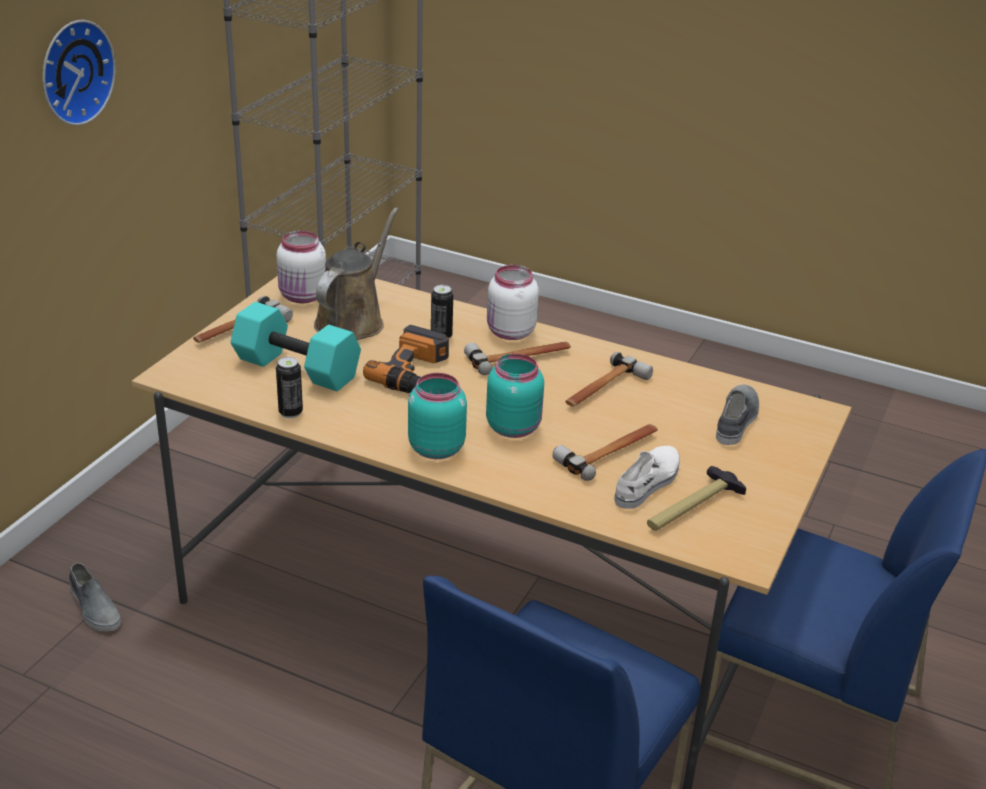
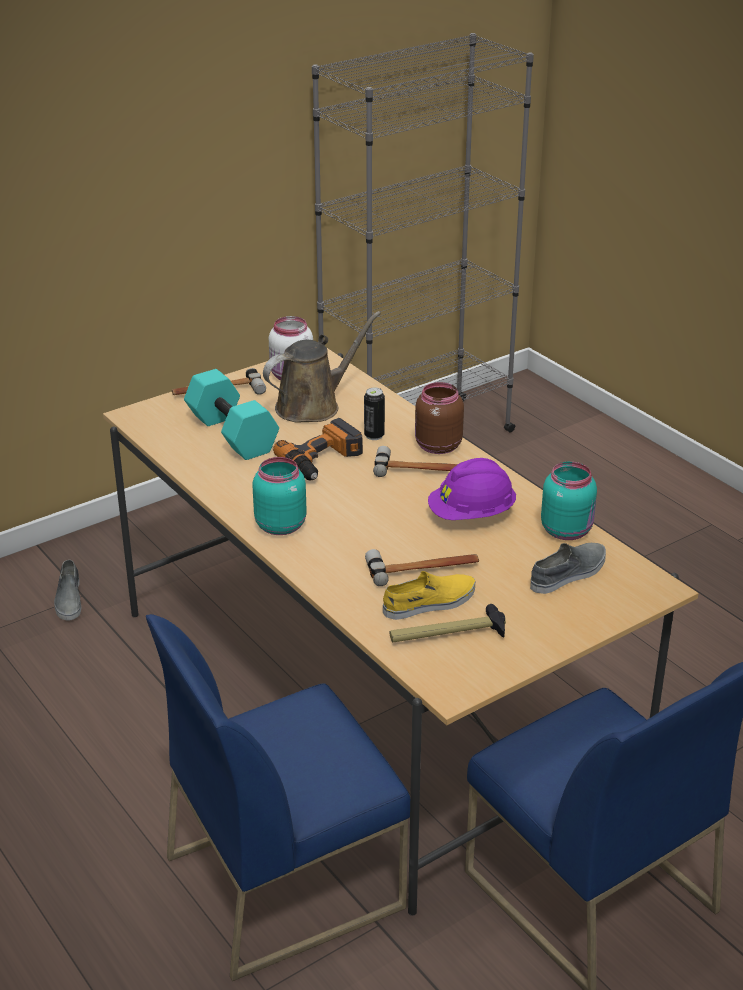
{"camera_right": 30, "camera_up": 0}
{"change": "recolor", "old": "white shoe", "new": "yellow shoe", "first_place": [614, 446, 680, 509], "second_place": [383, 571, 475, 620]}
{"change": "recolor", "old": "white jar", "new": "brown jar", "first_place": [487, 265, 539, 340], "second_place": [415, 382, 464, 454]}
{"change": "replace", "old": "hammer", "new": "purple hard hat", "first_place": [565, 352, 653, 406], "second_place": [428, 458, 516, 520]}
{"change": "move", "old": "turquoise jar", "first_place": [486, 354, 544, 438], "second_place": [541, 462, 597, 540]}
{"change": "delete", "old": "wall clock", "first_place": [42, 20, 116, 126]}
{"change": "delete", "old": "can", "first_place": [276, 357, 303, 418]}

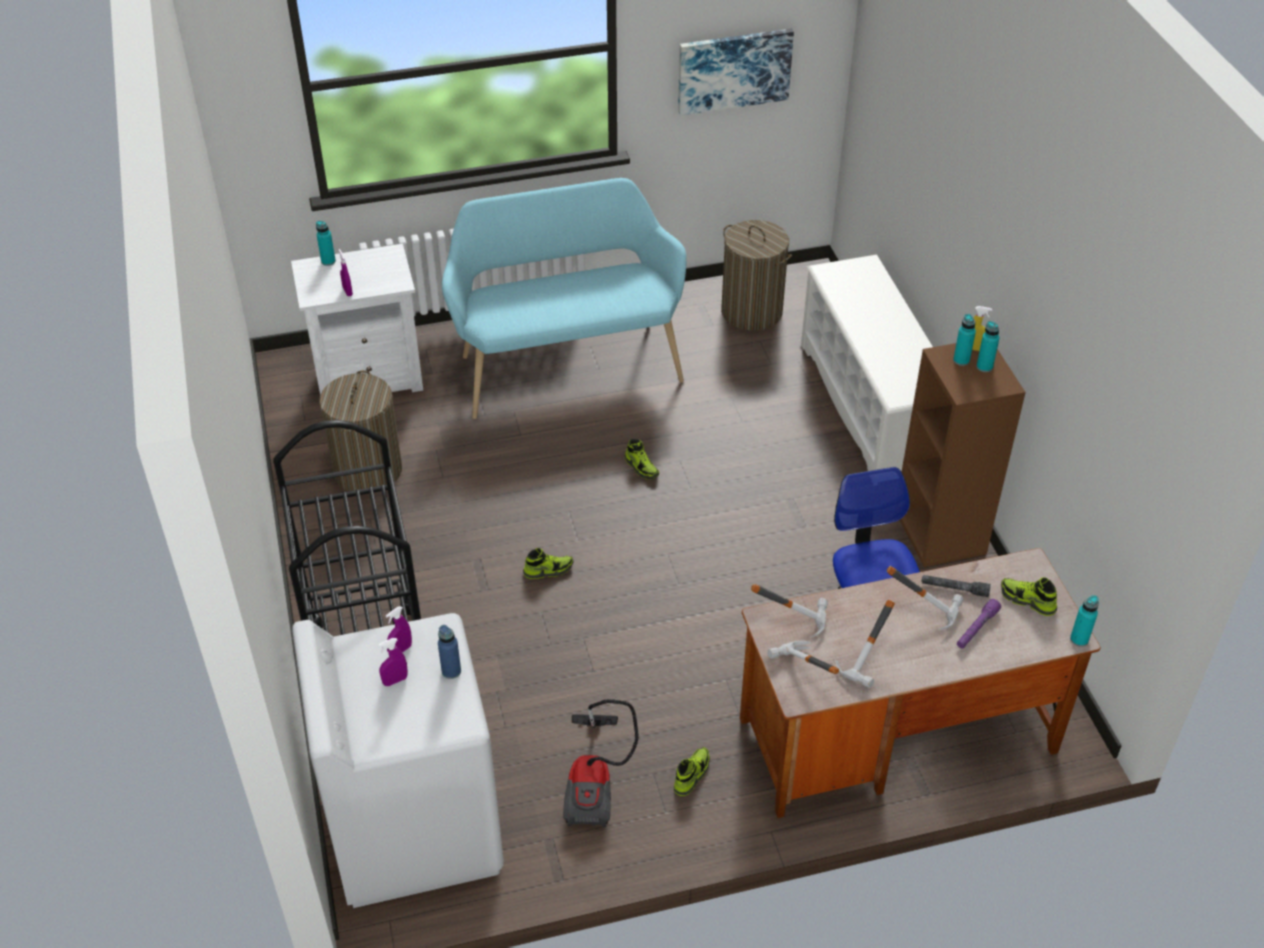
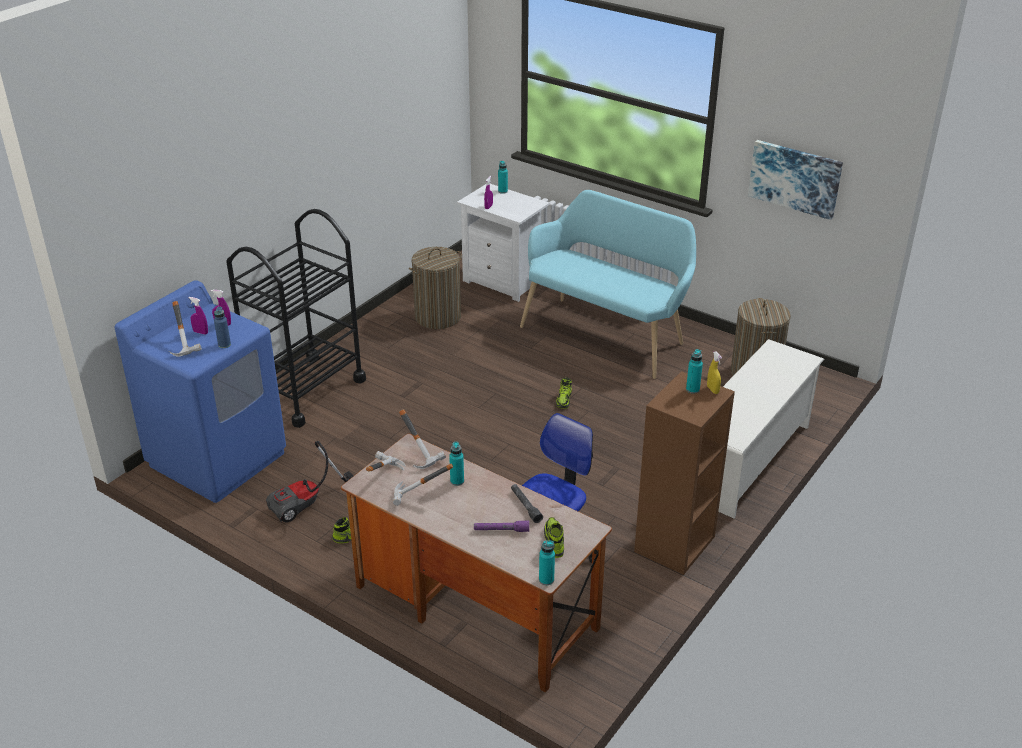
{"camera_right": 50, "camera_up": -10}
{"change": "recolor", "old": "white washing machine", "new": "blue washing machine", "first_place": [292, 613, 504, 908], "second_place": [115, 280, 286, 503]}
{"change": "move", "old": "hammer", "first_place": [887, 566, 964, 630], "second_place": [169, 301, 202, 357]}
{"change": "move", "old": "turquoise bottle", "first_place": [976, 321, 1000, 372], "second_place": [449, 442, 464, 486]}
{"change": "delete", "old": "shoe", "first_place": [523, 548, 573, 579]}

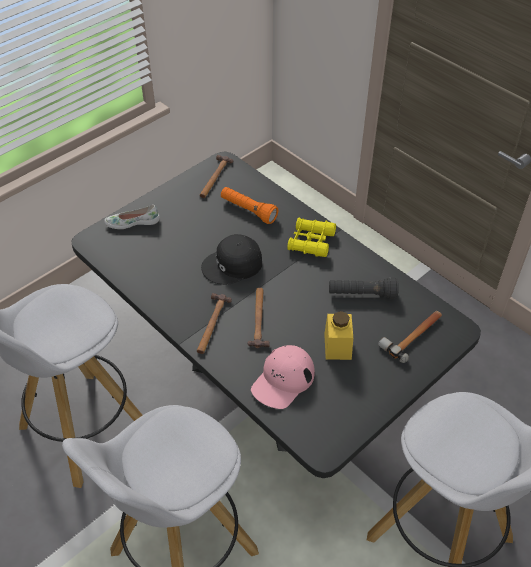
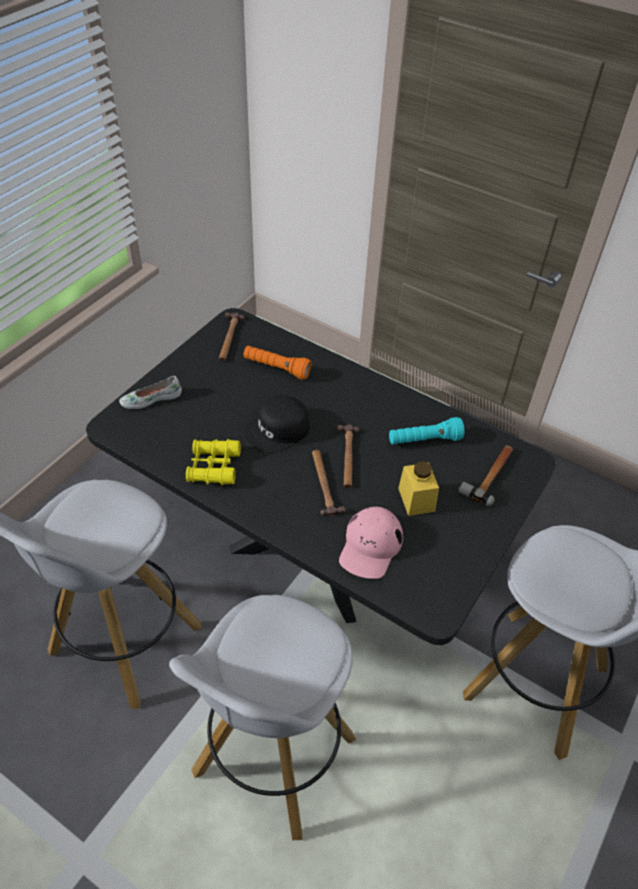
{"camera_right": -15, "camera_up": 0}
{"change": "move", "old": "yellow binoculars", "first_place": [287, 218, 336, 257], "second_place": [186, 439, 241, 485]}
{"change": "move", "old": "hammer", "first_place": [197, 293, 232, 354], "second_place": [337, 424, 359, 488]}
{"change": "recolor", "old": "black flashlight", "new": "turquoise flashlight", "first_place": [329, 277, 399, 299], "second_place": [389, 417, 464, 445]}

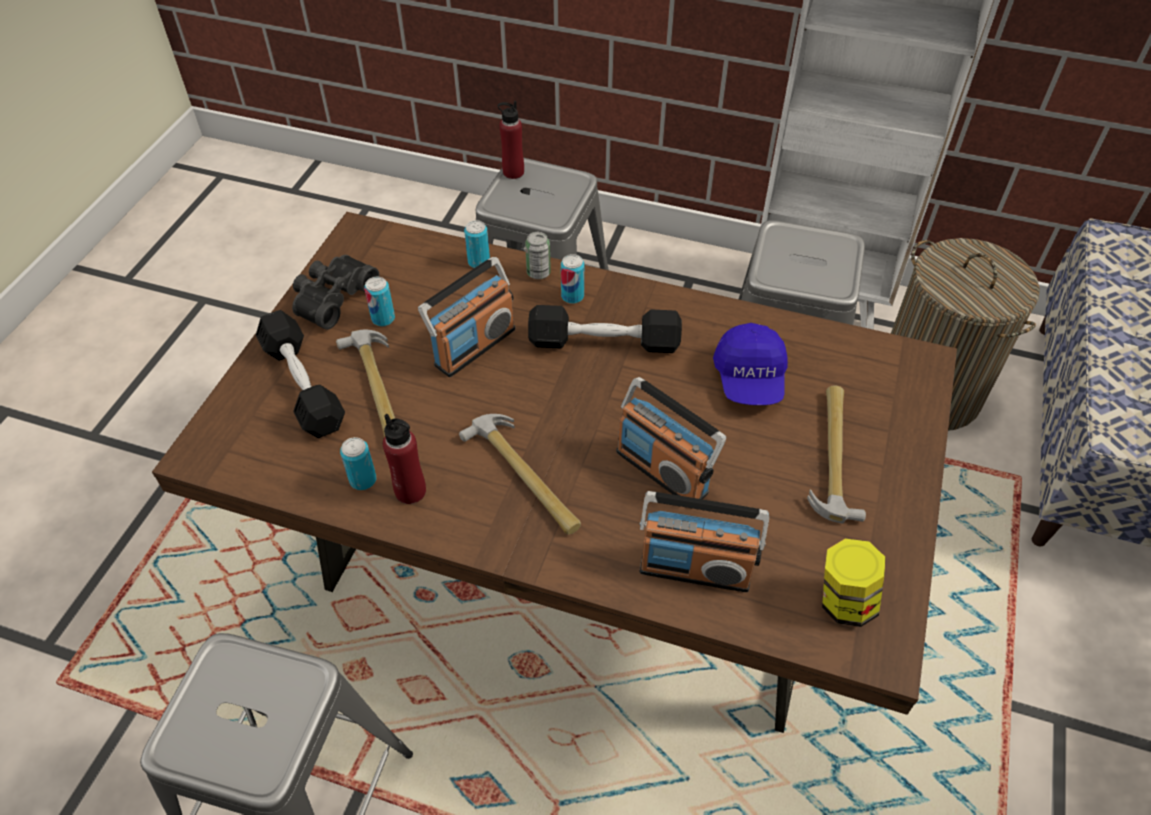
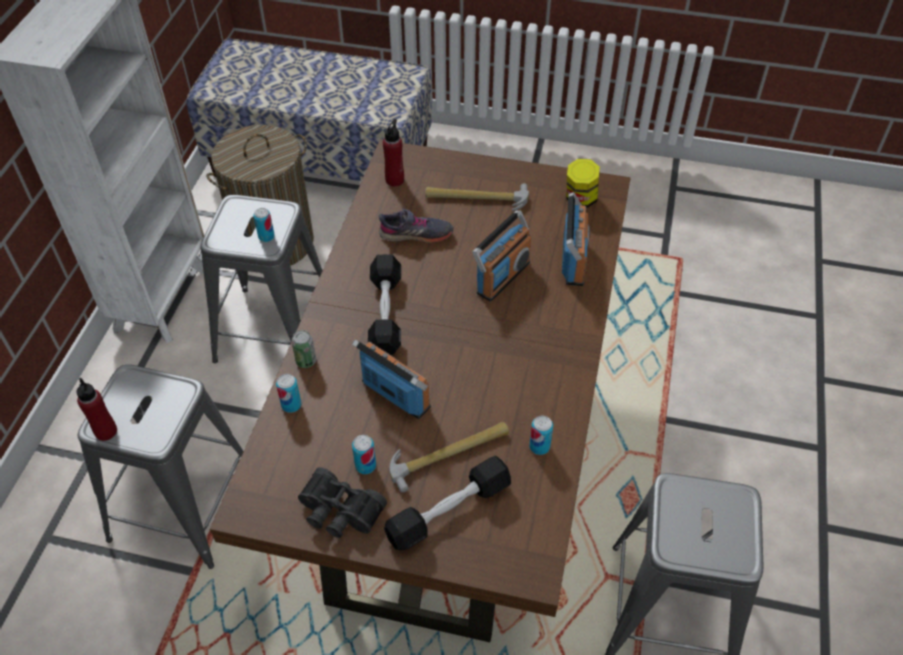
{"camera_right": -95, "camera_up": 0}
{"change": "move", "old": "can", "first_place": [561, 254, 584, 304], "second_place": [254, 208, 275, 242]}
{"change": "replace", "old": "blue cap", "new": "grey shoe", "first_place": [713, 323, 788, 405], "second_place": [379, 208, 453, 243]}
{"change": "move", "old": "red bottle", "first_place": [383, 414, 426, 504], "second_place": [383, 119, 404, 187]}
{"change": "delete", "old": "hammer", "first_place": [459, 414, 581, 535]}

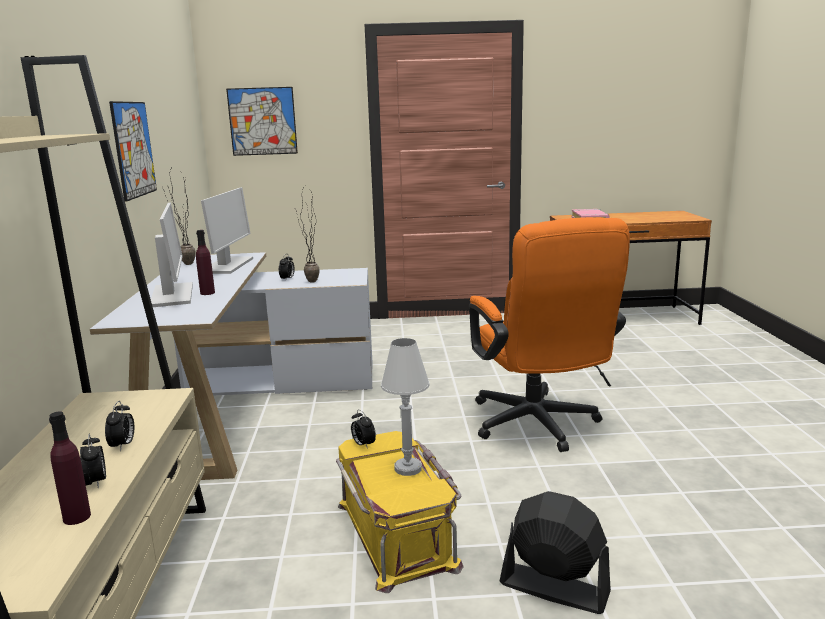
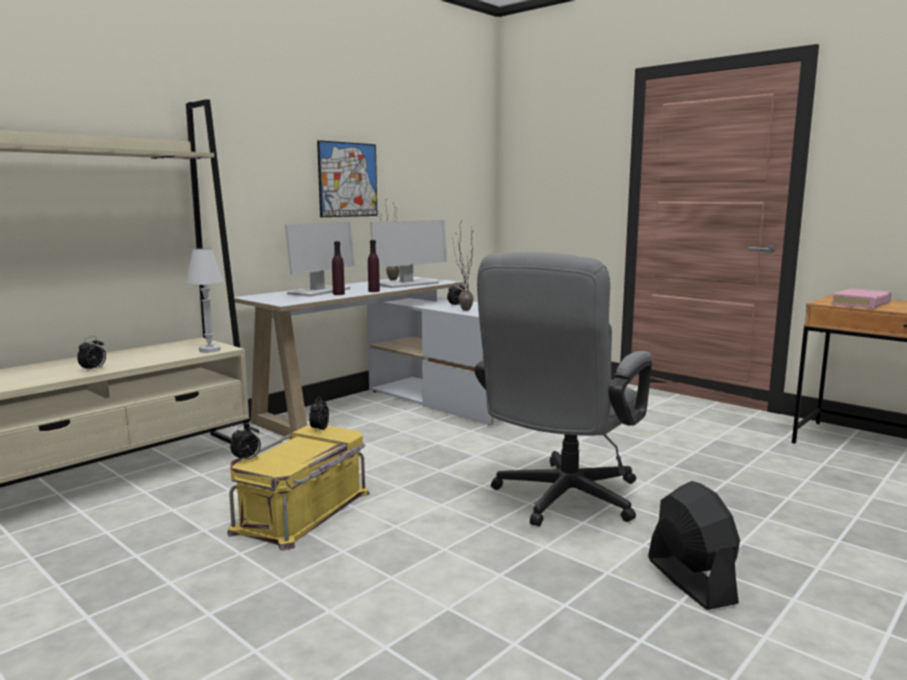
{"camera_right": 45, "camera_up": -5}
{"change": "move", "old": "white table lamp", "first_place": [381, 338, 430, 476], "second_place": [186, 248, 224, 353]}
{"change": "move", "old": "alarm clock", "first_place": [105, 401, 134, 451], "second_place": [230, 423, 261, 463]}
{"change": "move", "old": "purple bottle", "first_place": [49, 411, 91, 525], "second_place": [368, 240, 380, 292]}
{"change": "recolor", "old": "orange office chair", "new": "grey office chair", "first_place": [469, 217, 630, 452], "second_place": [474, 252, 652, 527]}
{"change": "move", "old": "black fan", "first_place": [500, 491, 611, 614], "second_place": [648, 481, 740, 610]}
{"change": "delete", "old": "picture", "first_place": [226, 87, 298, 156]}

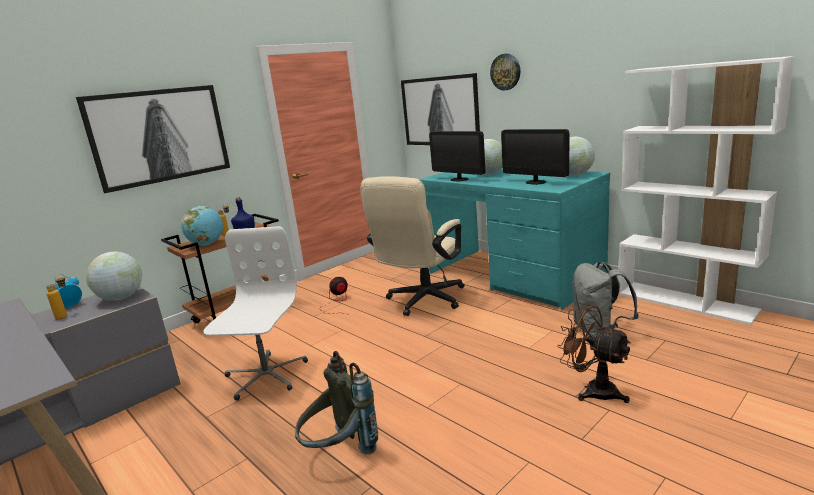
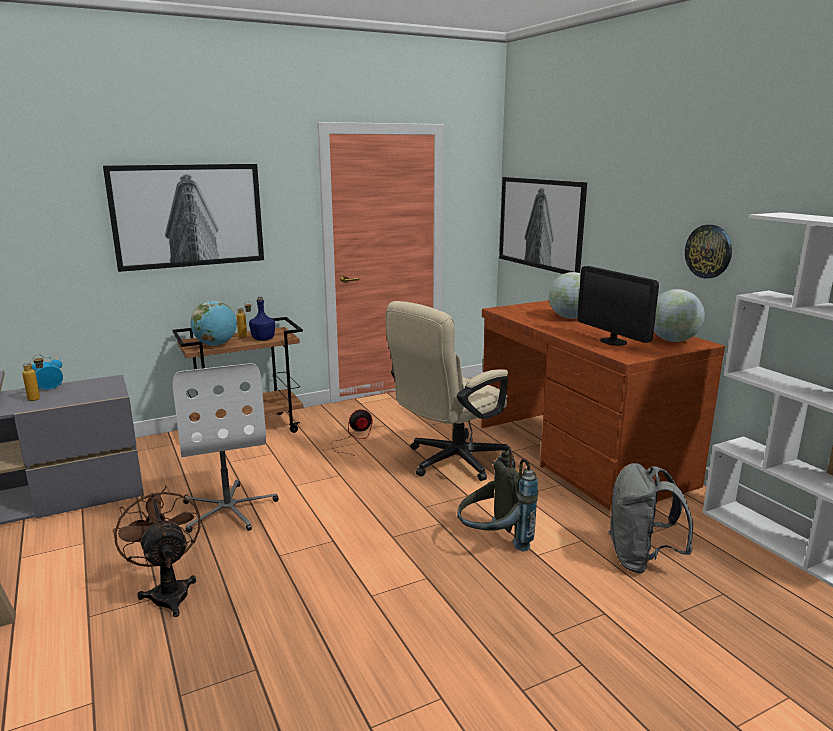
{"camera_right": 15, "camera_up": 0}
{"change": "move", "old": "brown fan", "first_place": [557, 303, 631, 403], "second_place": [113, 485, 201, 617]}
{"change": "rotate", "old": "white office chair", "first_place": [203, 226, 308, 401], "second_place": [173, 363, 279, 533], "degrees": 135}
{"change": "move", "old": "grey backpack", "first_place": [295, 351, 378, 454], "second_place": [457, 446, 538, 552]}
{"change": "recolor", "old": "turquoise desk", "new": "brown desk", "first_place": [419, 168, 610, 310], "second_place": [481, 300, 725, 511]}
{"change": "move", "old": "wall clock", "first_place": [490, 54, 520, 91], "second_place": [685, 225, 732, 278]}
{"change": "delete", "old": "globe", "first_place": [86, 252, 142, 301]}
{"change": "delete", "old": "monitor", "first_place": [429, 131, 485, 182]}

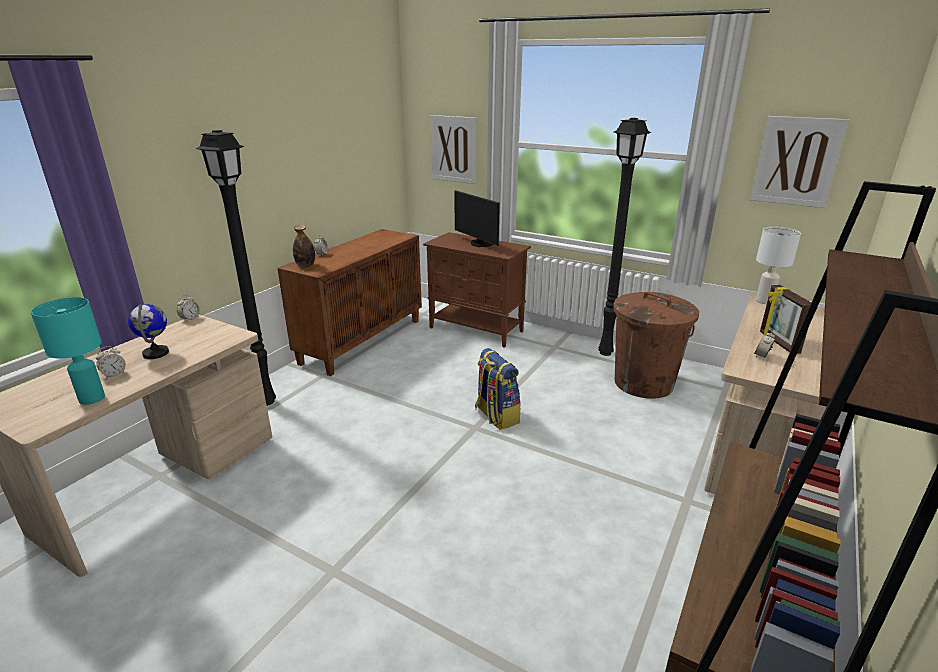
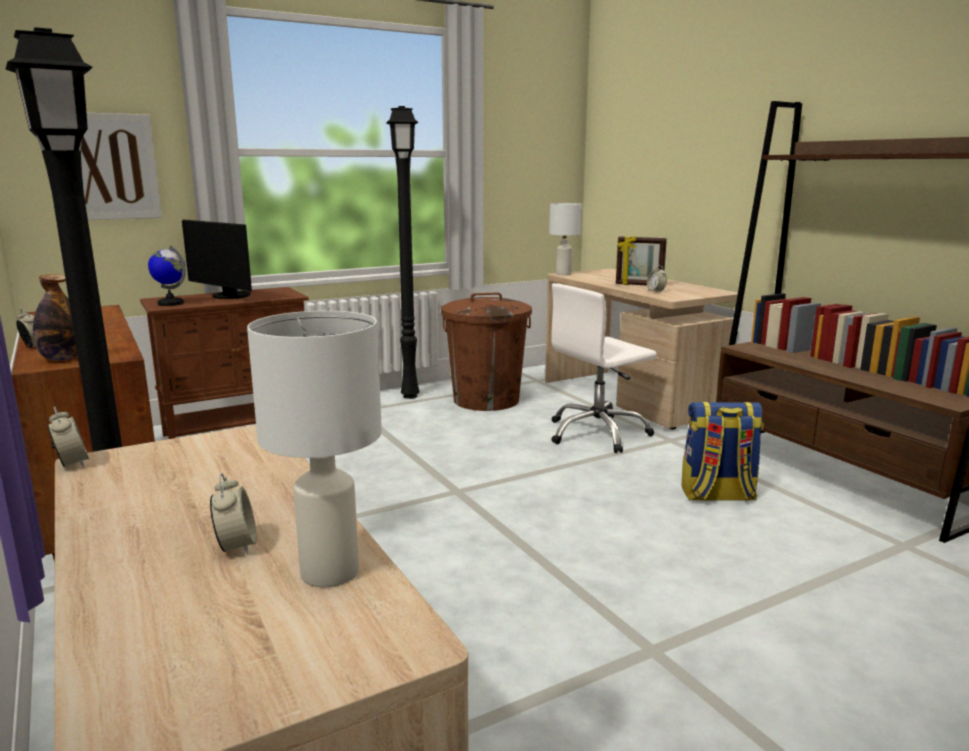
{"camera_right": -60, "camera_up": -10}
{"change": "move", "old": "globe", "first_place": [128, 304, 169, 359], "second_place": [148, 245, 186, 306]}
{"change": "rotate", "old": "monitor", "first_place": [454, 190, 500, 247], "second_place": [182, 220, 252, 299], "degrees": 45}
{"change": "recolor", "old": "turquoise table lamp", "new": "white table lamp", "first_place": [31, 297, 105, 405], "second_place": [247, 311, 382, 587]}
{"change": "insert", "new": "white office chair", "second_place": [551, 283, 657, 453]}
{"change": "move", "old": "backpack", "first_place": [475, 348, 521, 430], "second_place": [682, 402, 763, 501]}
{"change": "delete", "old": "picture", "first_place": [750, 116, 849, 208]}

